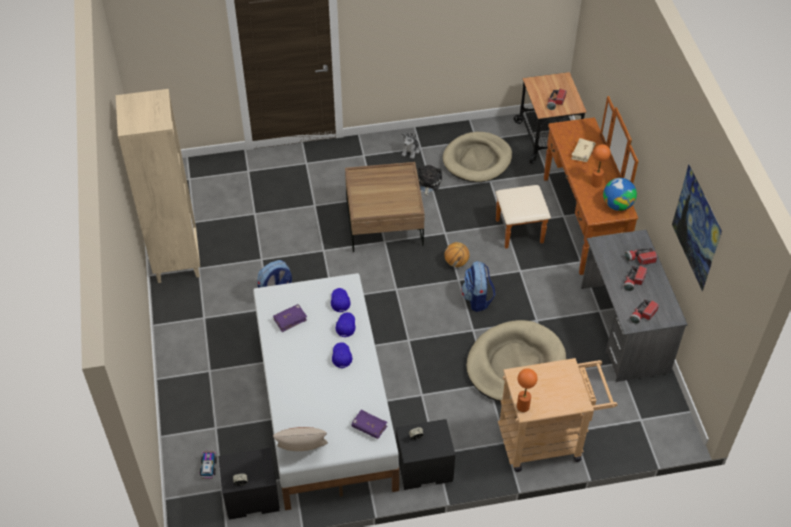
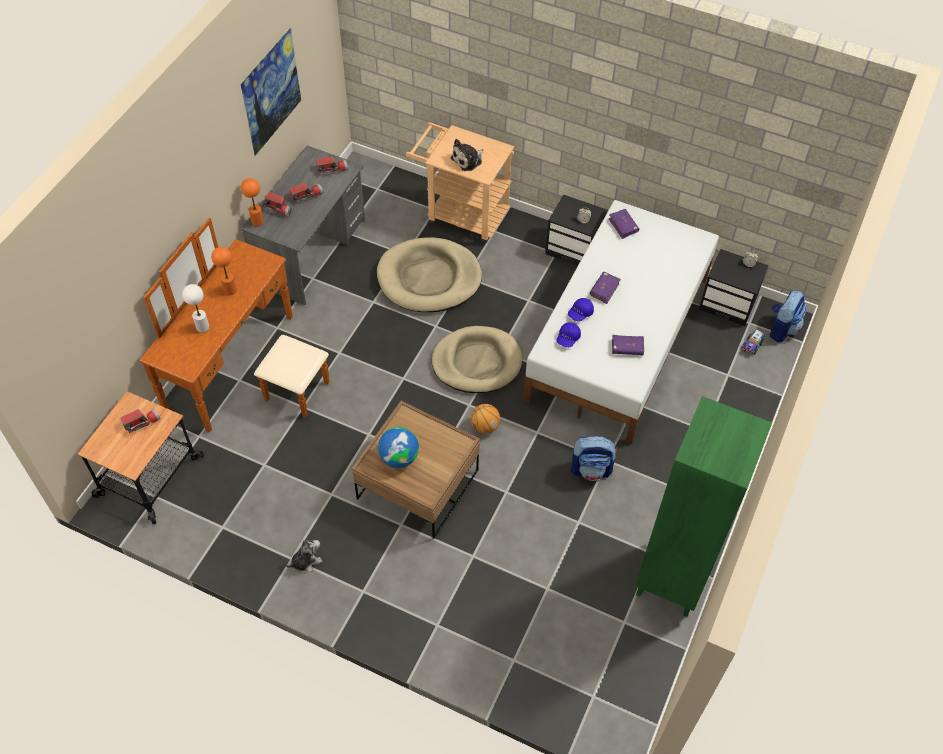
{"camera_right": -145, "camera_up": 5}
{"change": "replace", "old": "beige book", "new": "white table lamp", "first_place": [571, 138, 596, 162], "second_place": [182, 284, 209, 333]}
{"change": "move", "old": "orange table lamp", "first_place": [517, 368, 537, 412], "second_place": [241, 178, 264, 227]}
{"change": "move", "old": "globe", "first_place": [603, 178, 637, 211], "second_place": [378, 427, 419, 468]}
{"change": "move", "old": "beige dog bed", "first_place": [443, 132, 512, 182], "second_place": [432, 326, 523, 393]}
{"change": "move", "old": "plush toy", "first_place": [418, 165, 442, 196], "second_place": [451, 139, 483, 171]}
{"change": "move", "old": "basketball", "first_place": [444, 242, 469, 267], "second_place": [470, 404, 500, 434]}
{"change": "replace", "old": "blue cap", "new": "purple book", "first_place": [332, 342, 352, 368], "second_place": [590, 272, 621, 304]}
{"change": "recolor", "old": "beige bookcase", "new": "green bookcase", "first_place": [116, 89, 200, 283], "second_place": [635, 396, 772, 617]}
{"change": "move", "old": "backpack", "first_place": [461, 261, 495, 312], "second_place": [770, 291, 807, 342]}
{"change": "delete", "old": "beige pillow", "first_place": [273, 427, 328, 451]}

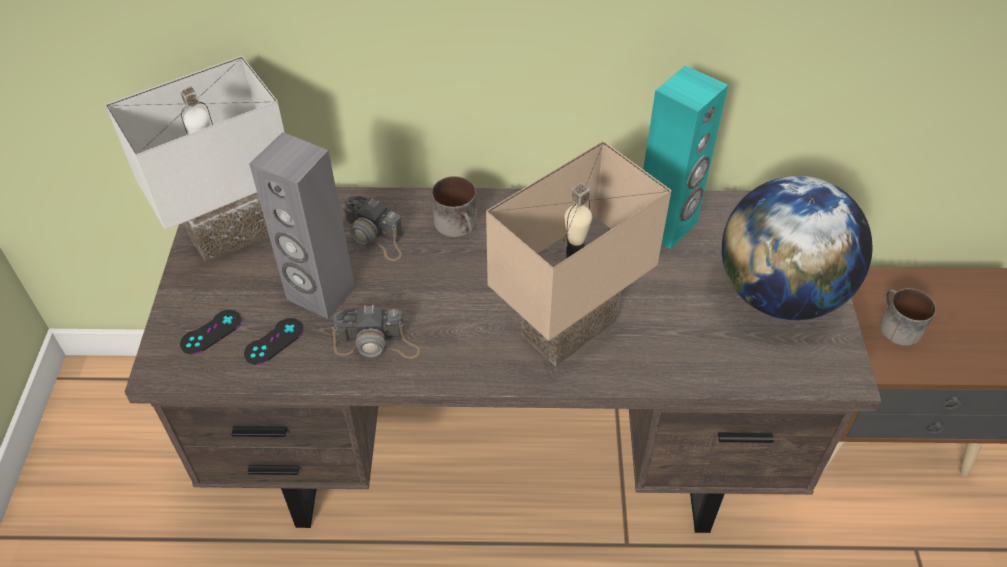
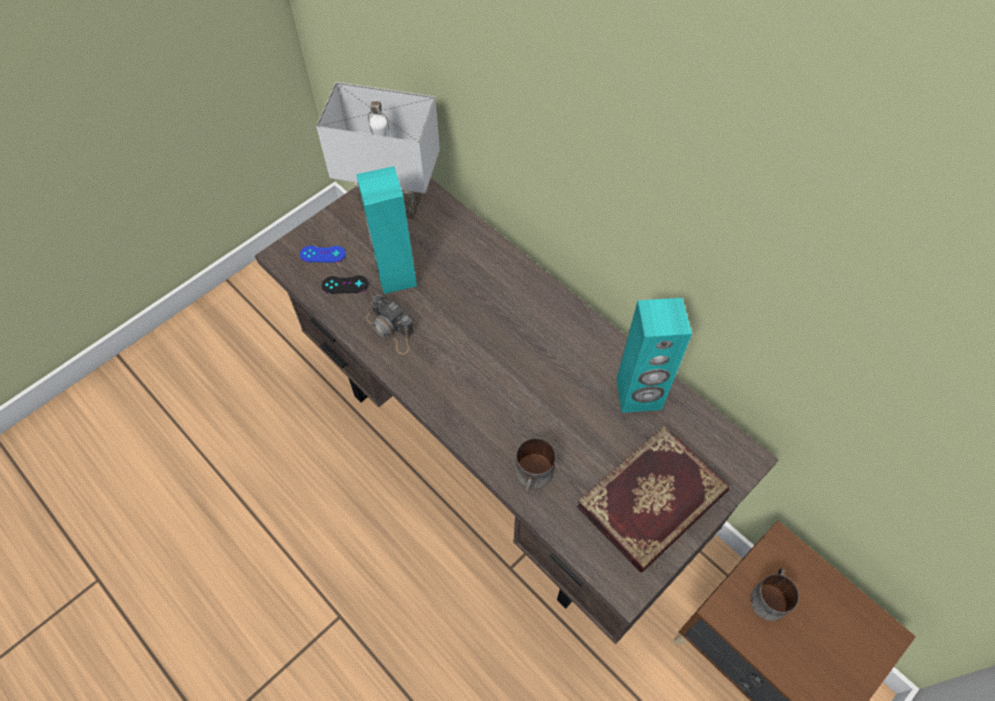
{"camera_right": 45, "camera_up": 10}
{"change": "recolor", "old": "black game controller", "new": "blue game controller", "first_place": [180, 310, 242, 355], "second_place": [300, 245, 346, 262]}
{"change": "recolor", "old": "grey speaker", "new": "turquoise speaker", "first_place": [249, 132, 355, 319], "second_place": [356, 166, 417, 294]}
{"change": "move", "old": "mug", "first_place": [432, 176, 477, 237], "second_place": [515, 438, 556, 494]}
{"change": "replace", "old": "globe", "new": "book", "first_place": [722, 176, 873, 320], "second_place": [577, 425, 729, 572]}
{"change": "delete", "old": "photo camera", "first_place": [342, 195, 403, 261]}
{"change": "delete", "old": "beige table lamp", "first_place": [486, 141, 672, 366]}

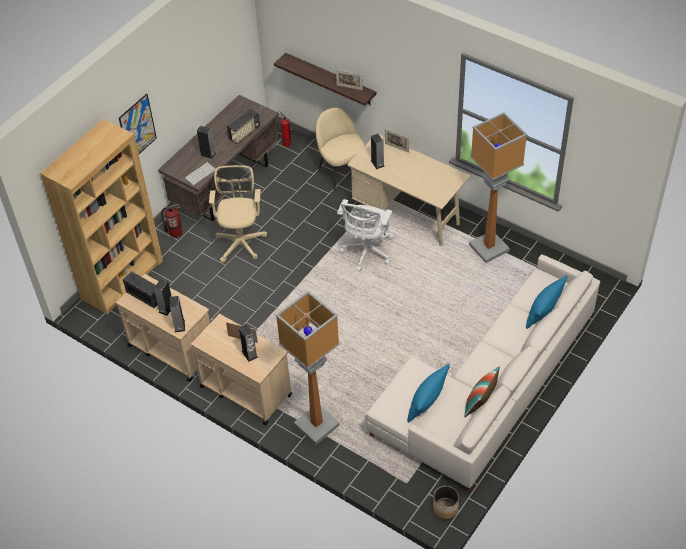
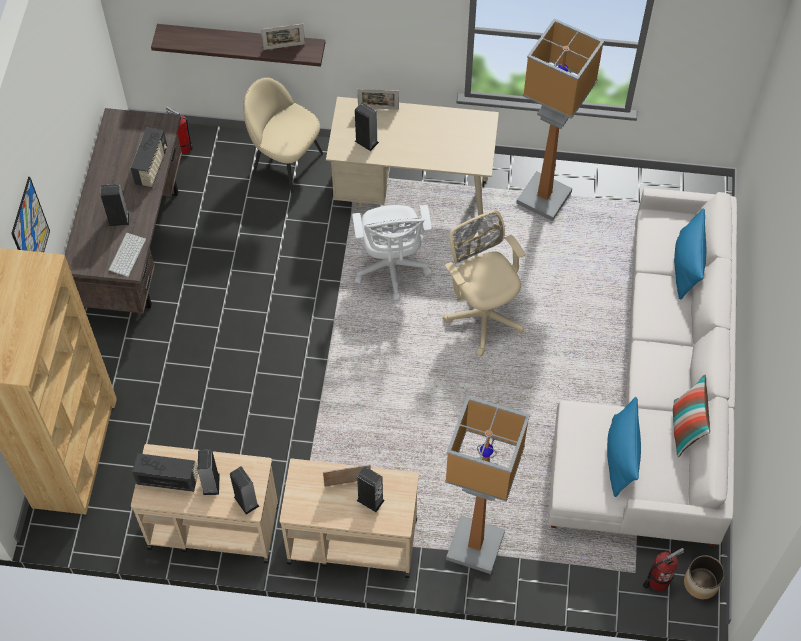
{"camera_right": -30, "camera_up": 10}
{"change": "move", "old": "beige office chair", "first_place": [209, 165, 267, 263], "second_place": [443, 210, 526, 357]}
{"change": "move", "old": "fire extinguisher", "first_place": [162, 204, 183, 238], "second_place": [643, 548, 684, 591]}

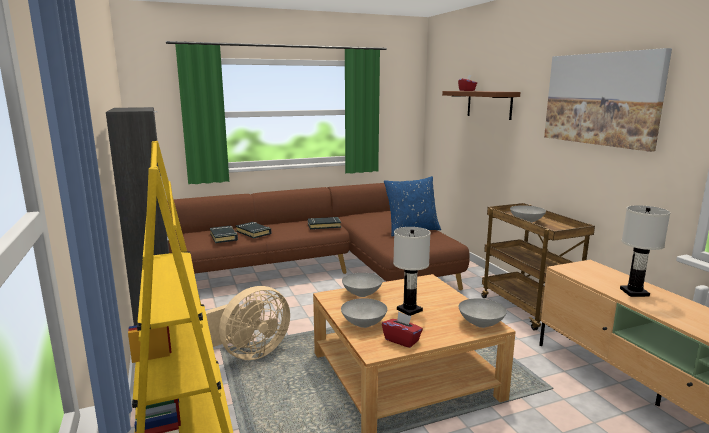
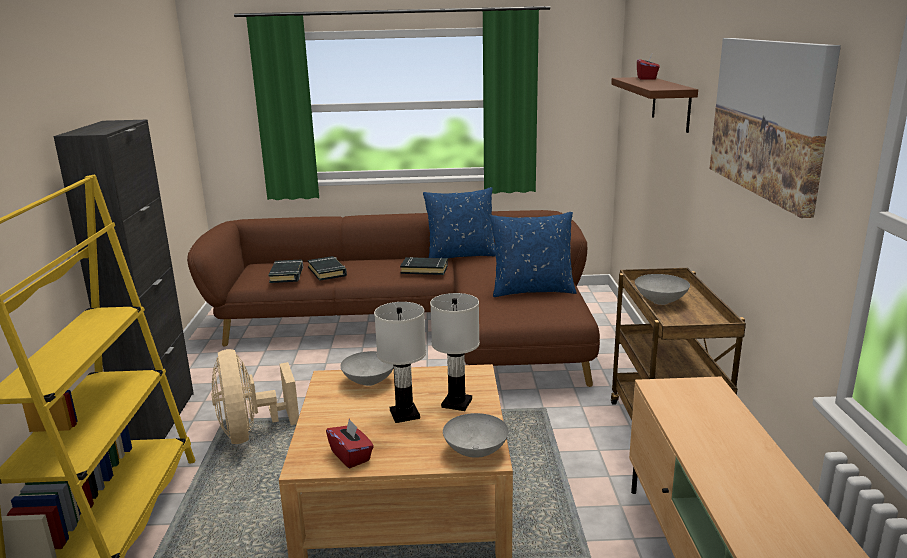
{"camera_right": 20, "camera_up": 5}
{"change": "rotate", "old": "beige fan", "first_place": [206, 286, 290, 360], "second_place": [211, 349, 299, 444], "degrees": 90}
{"change": "insert", "new": "blue pillow", "second_place": [423, 187, 496, 258]}
{"change": "move", "old": "white table lamp", "first_place": [620, 205, 670, 297], "second_place": [430, 293, 480, 411]}
{"change": "delete", "old": "grey bowl", "first_place": [341, 298, 387, 328]}

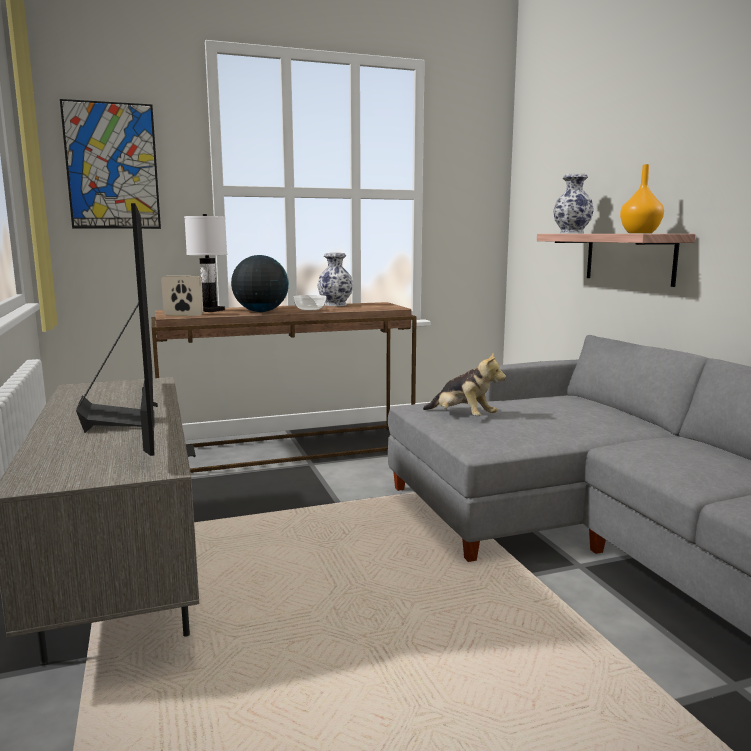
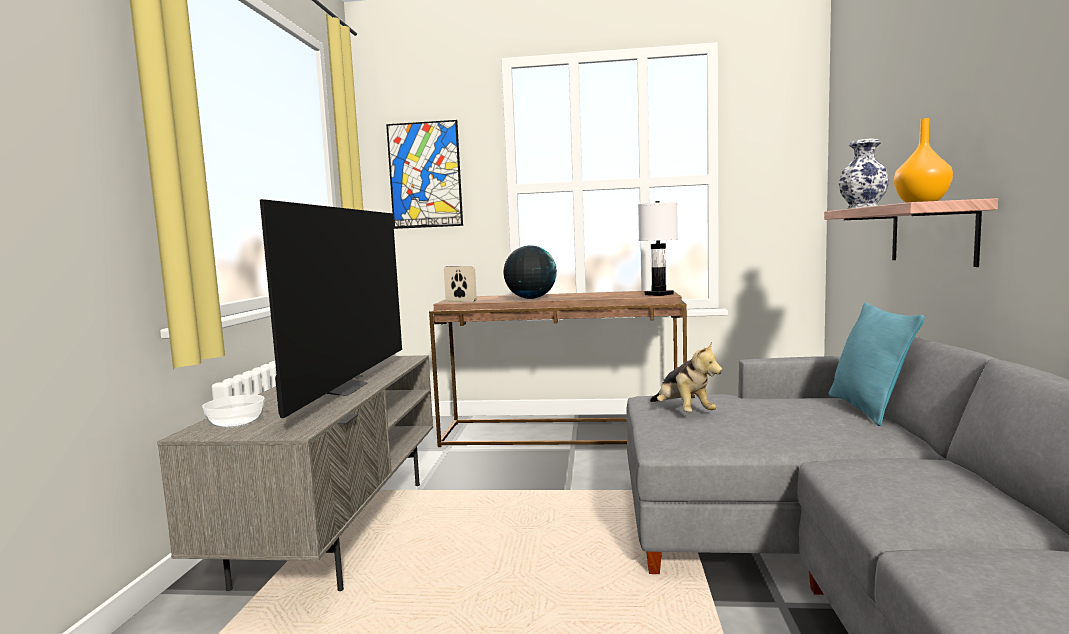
{"camera_right": 25, "camera_up": -5}
{"change": "move", "old": "bowl", "first_place": [293, 295, 326, 311], "second_place": [202, 395, 265, 428]}
{"change": "move", "old": "white table lamp", "first_place": [184, 214, 227, 312], "second_place": [638, 201, 678, 296]}
{"change": "insert", "new": "turquoise pillow", "second_place": [828, 303, 925, 426]}
{"change": "delete", "old": "vase", "first_place": [317, 253, 353, 306]}

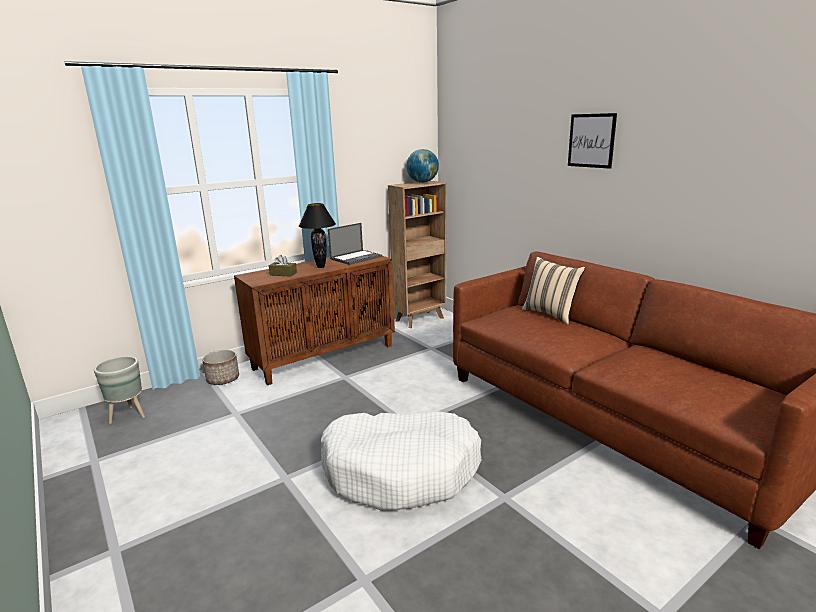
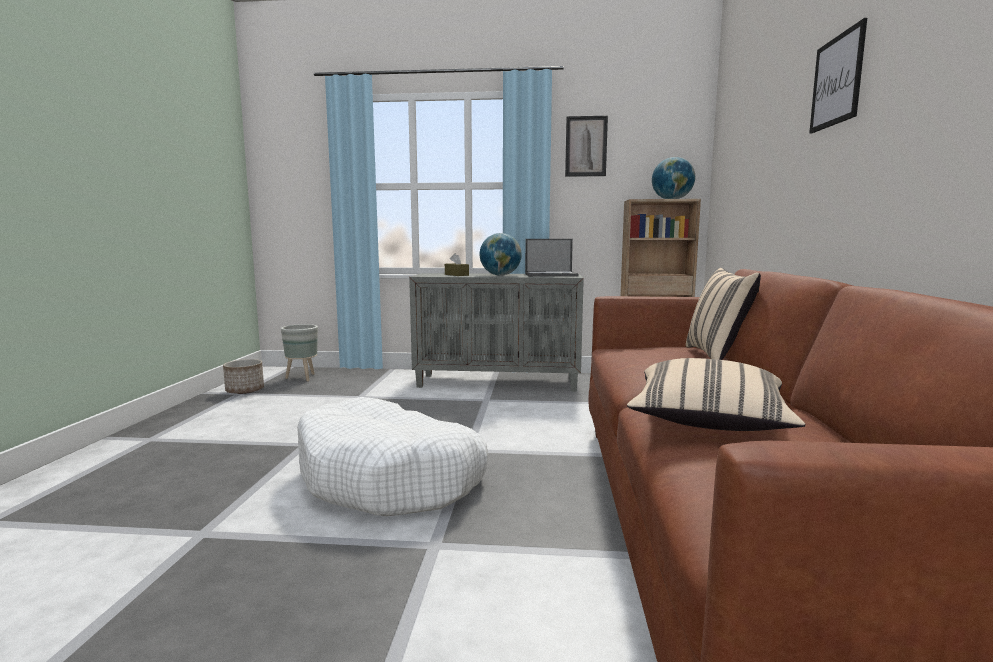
{"camera_right": 40, "camera_up": -10}
{"change": "move", "old": "planter", "first_place": [202, 350, 239, 385], "second_place": [223, 359, 264, 394]}
{"change": "recolor", "old": "brown cabinet", "new": "grey cabinet", "first_place": [234, 251, 395, 385], "second_place": [409, 273, 584, 391]}
{"change": "replace", "old": "black table lamp", "new": "globe", "first_place": [299, 203, 336, 268], "second_place": [480, 233, 522, 276]}
{"change": "insert", "new": "picture", "second_place": [565, 116, 608, 177]}
{"change": "insert", "new": "beige pillow", "second_place": [627, 358, 805, 431]}

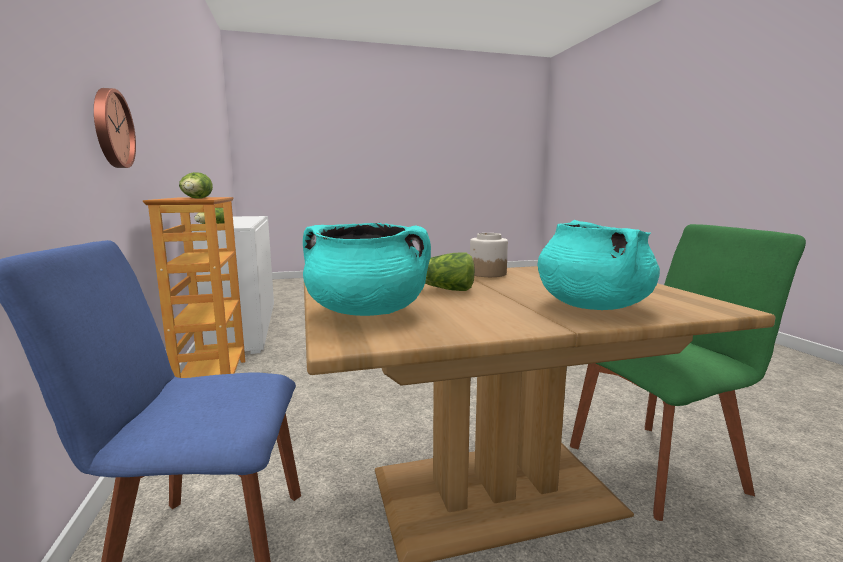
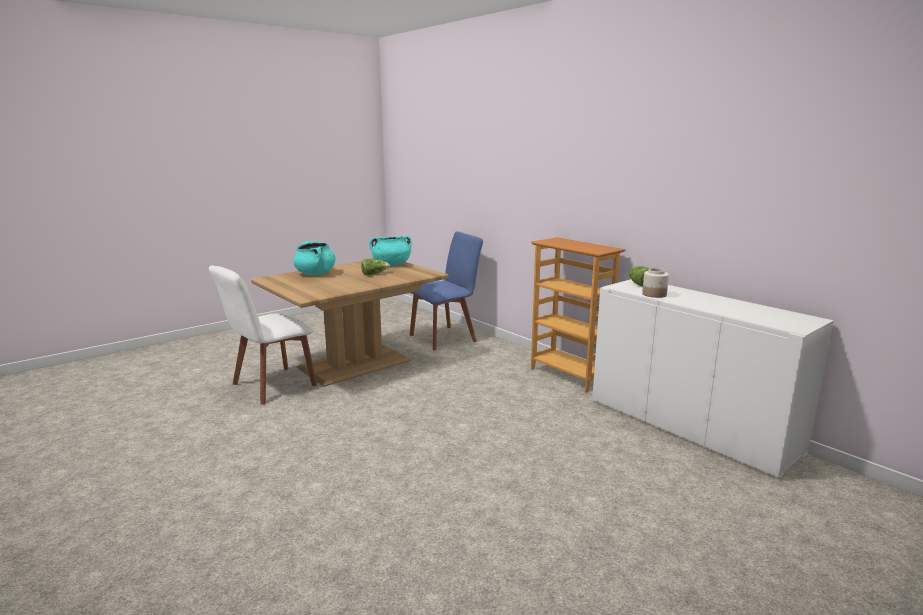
{"camera_right": 155, "camera_up": 5}
{"change": "recolor", "old": "green chair", "new": "white chair", "first_place": [570, 224, 806, 521], "second_place": [209, 265, 317, 404]}
{"change": "move", "old": "jar", "first_place": [470, 233, 508, 277], "second_place": [642, 268, 669, 298]}
{"change": "delete", "old": "wall clock", "first_place": [94, 88, 136, 168]}
{"change": "delete", "old": "lettuce", "first_place": [179, 172, 213, 199]}

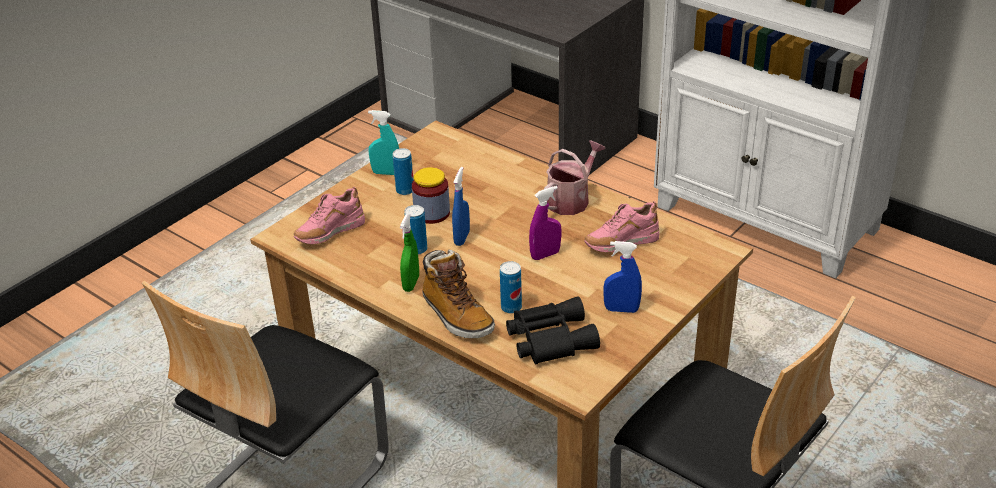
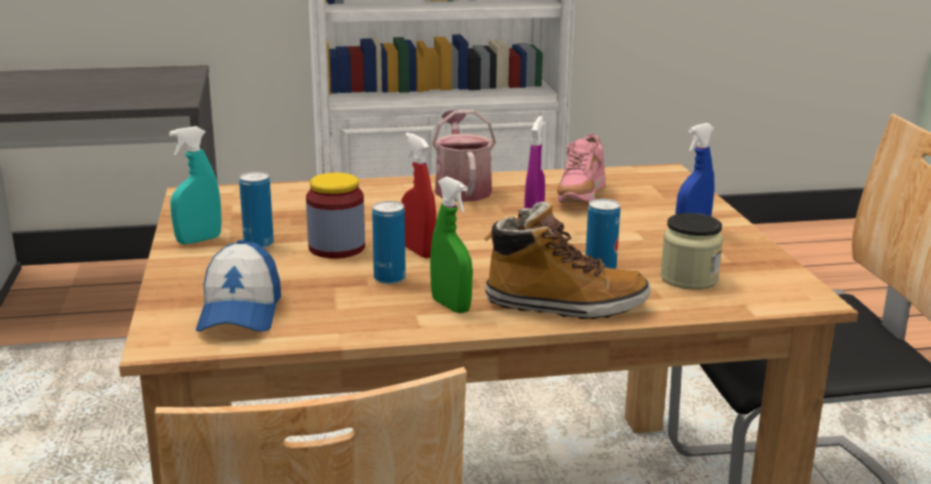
{"camera_right": -50, "camera_up": -15}
{"change": "replace", "old": "pink shoe", "new": "cap", "first_place": [294, 187, 365, 244], "second_place": [196, 240, 281, 332]}
{"change": "recolor", "old": "blue spray bottle", "new": "red spray bottle", "first_place": [452, 167, 470, 246], "second_place": [401, 133, 436, 258]}
{"change": "replace", "old": "black binoculars", "new": "jar", "first_place": [506, 296, 600, 365], "second_place": [660, 213, 723, 290]}

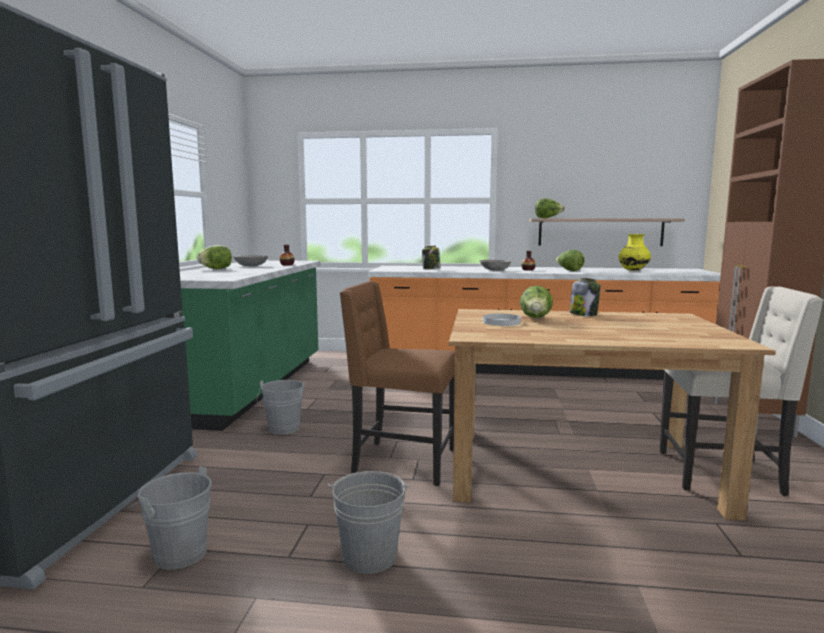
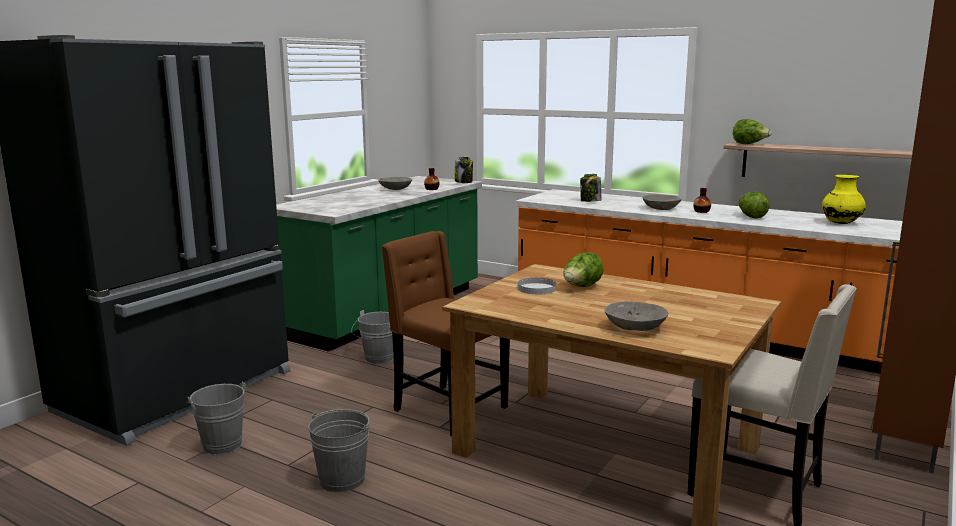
{"camera_right": 25, "camera_up": 5}
{"change": "move", "old": "jar", "first_place": [569, 278, 601, 316], "second_place": [455, 157, 473, 183]}
{"change": "insert", "new": "grey bowl", "second_place": [604, 302, 668, 331]}
{"change": "delete", "old": "lettuce", "first_place": [197, 245, 232, 269]}

